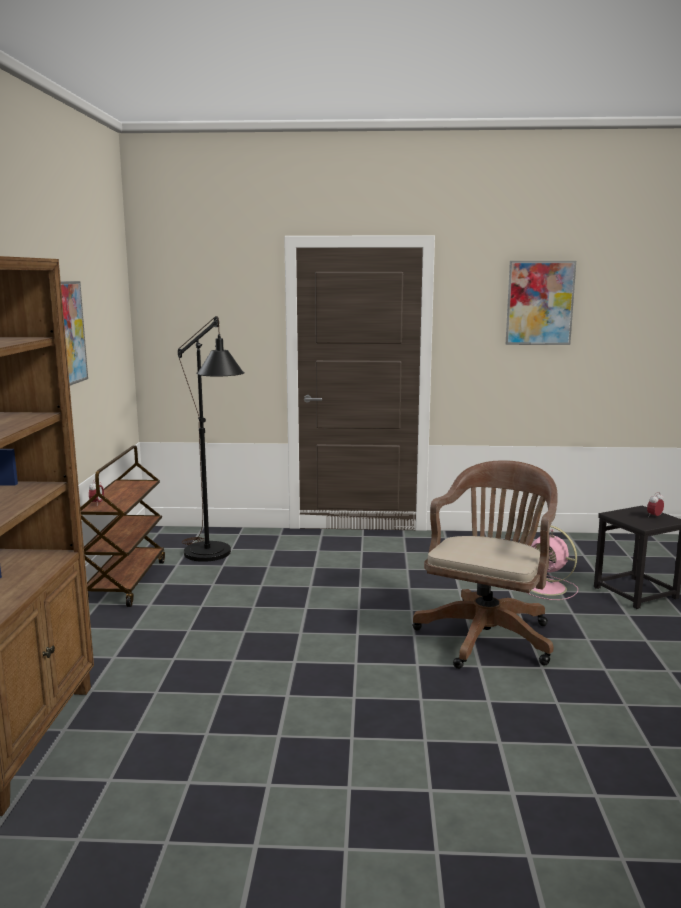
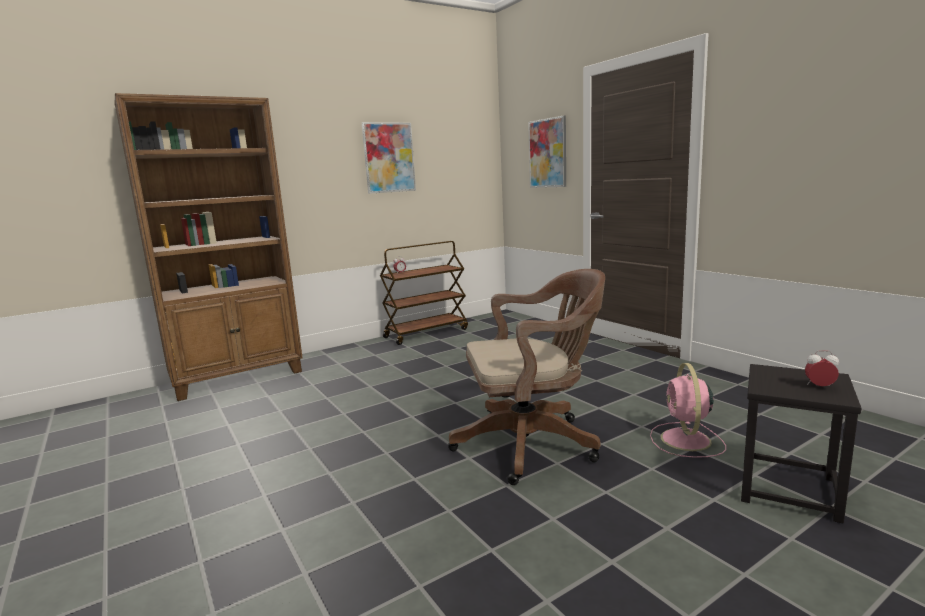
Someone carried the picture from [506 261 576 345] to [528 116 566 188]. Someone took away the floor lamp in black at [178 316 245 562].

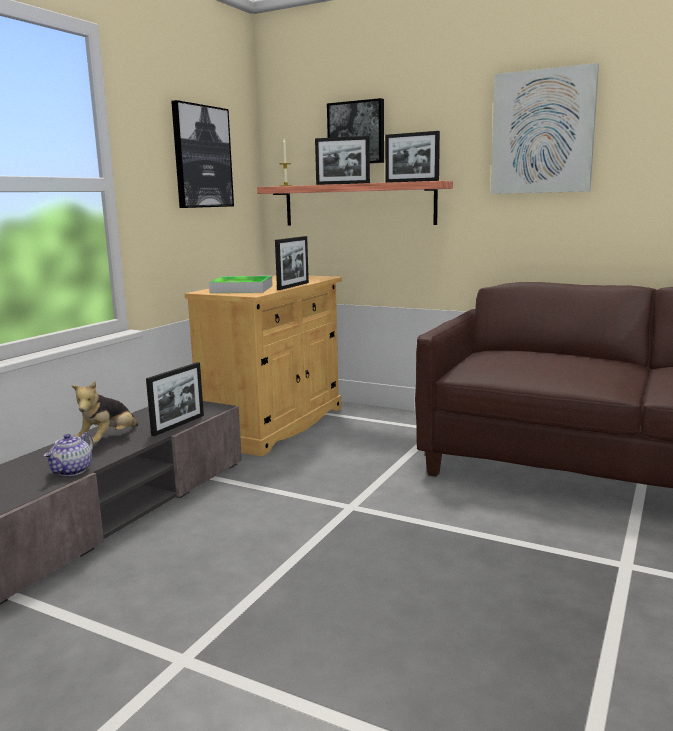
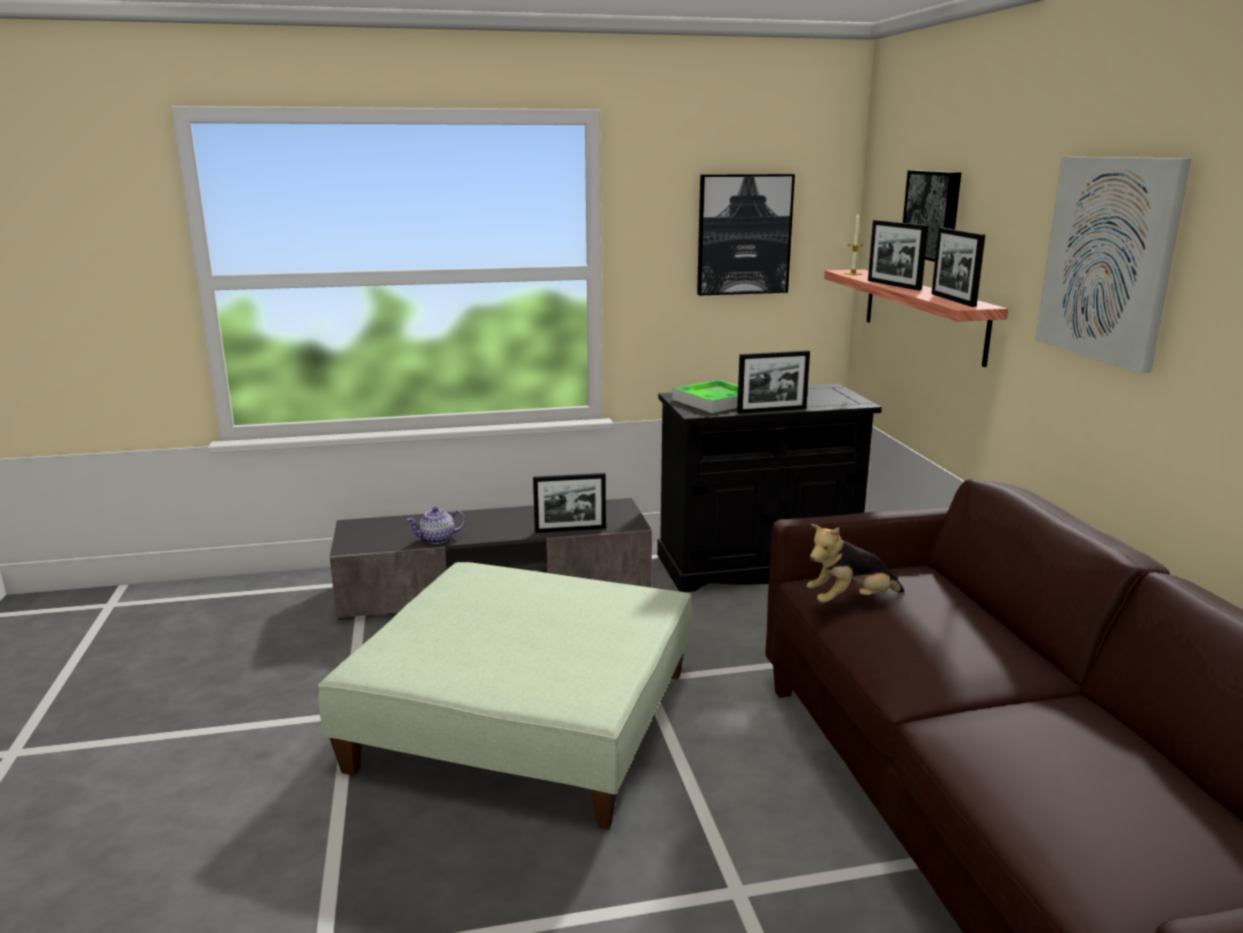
Someone repainted the cabinet in beige at [185 275 342 456], which became the cabinet in black at [657 384 882 592]. Someone carried the plush toy from [72 381 138 444] to [807 524 904 603]. Someone put down the ottoman in green at [318 562 692 829].

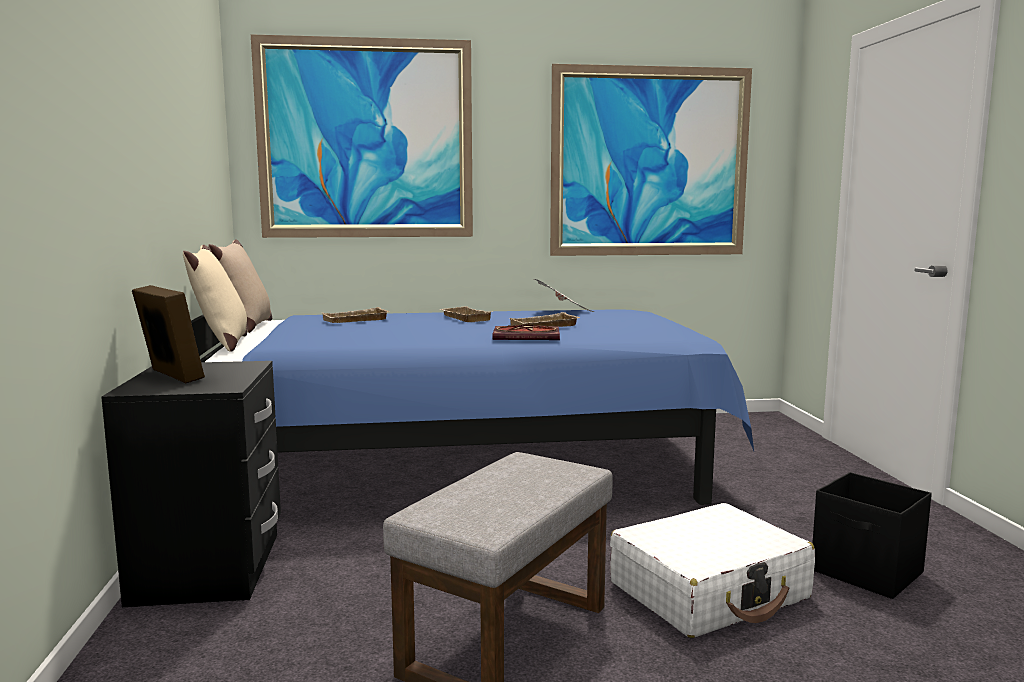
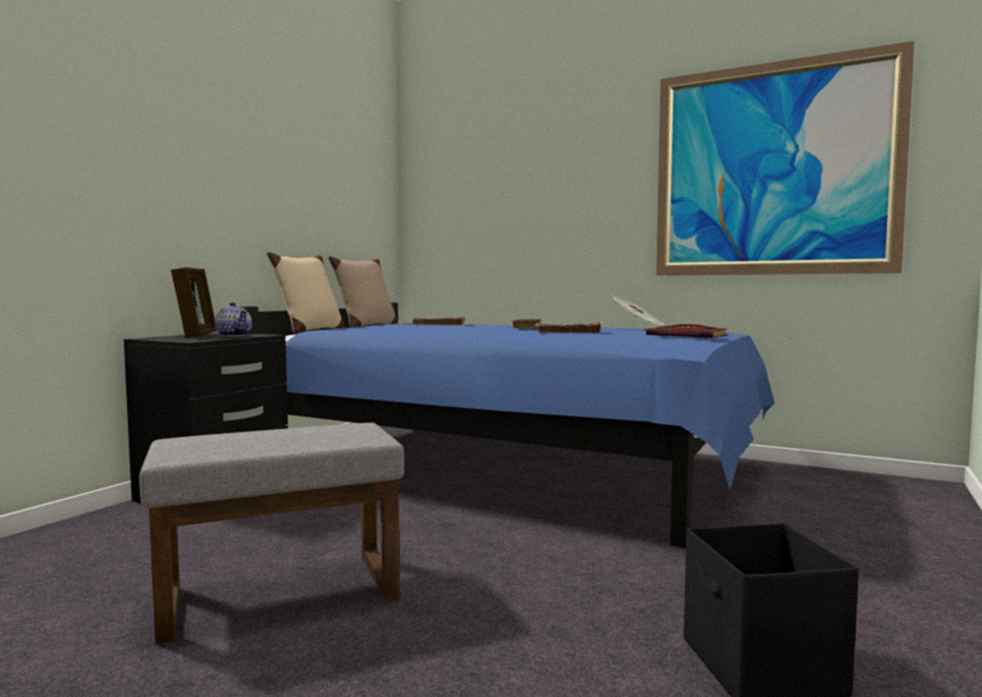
Someone took away the picture at [251 34 473 238]. Someone carried the book from [493 325 560 340] to [646 324 728 338]. Someone took away the suitcase in white at [610 503 815 638]. Someone put down the teapot at [215 302 252 337].

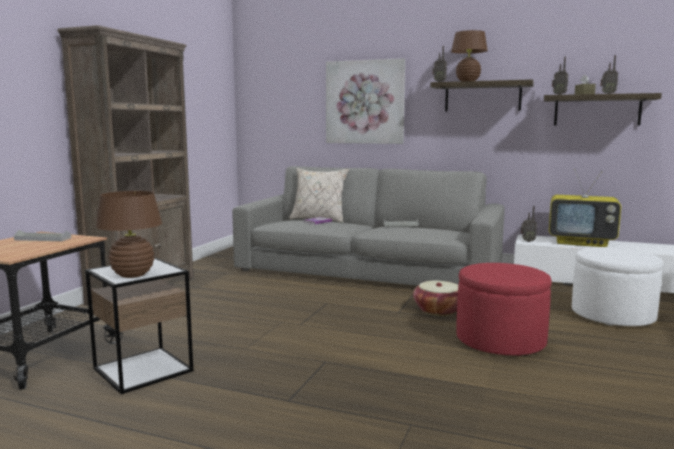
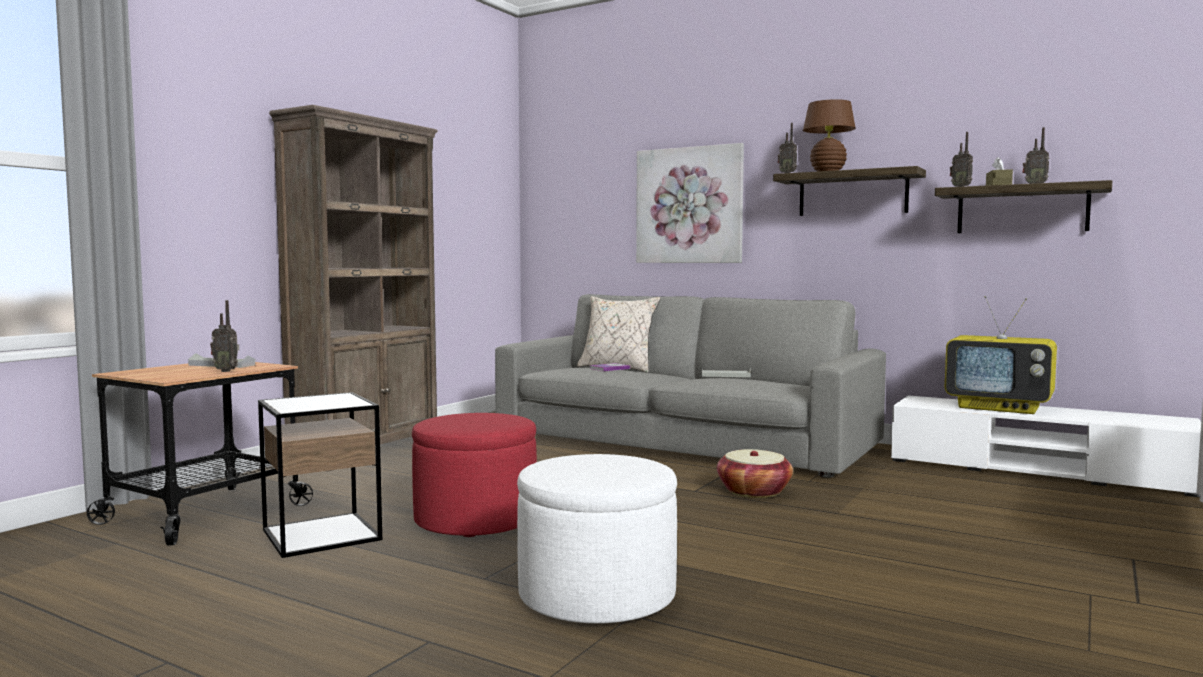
Someone took away the table lamp in brown at [96 191 162 278]. Someone carried the radio from [521 206 537 242] to [210 300 239 372]. Someone carried the ottoman in white from [572 247 663 326] to [517 454 677 624]. Someone carried the ottoman in red from [456 263 552 356] to [412 413 537 537].

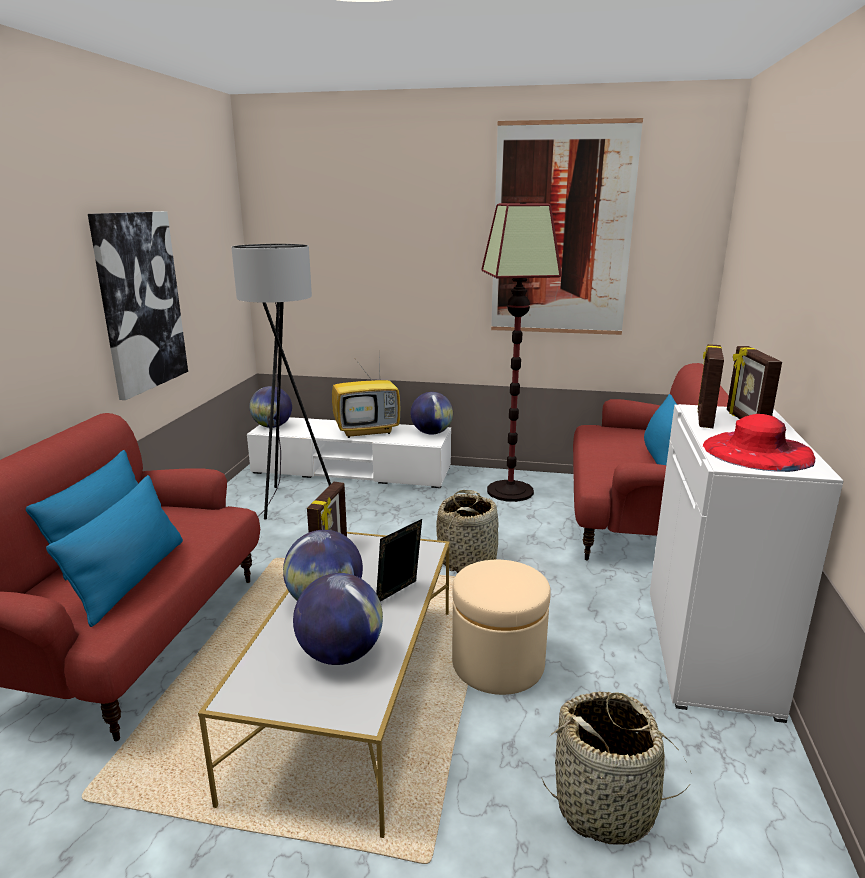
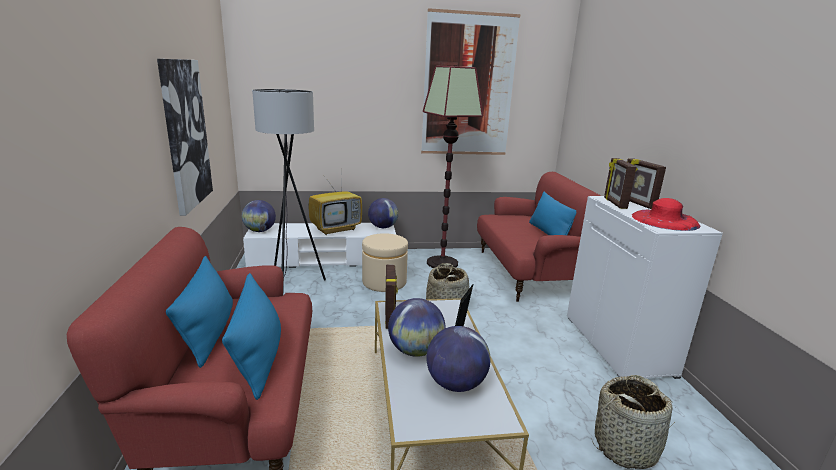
Someone carried the ottoman in beige from [452 560 551 695] to [362 233 408 292].

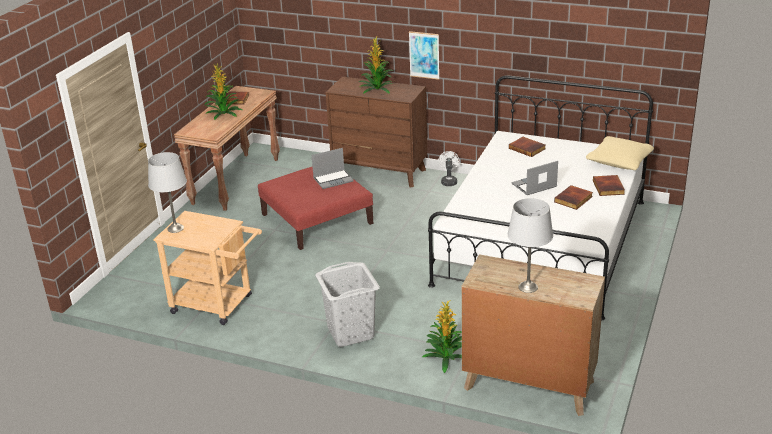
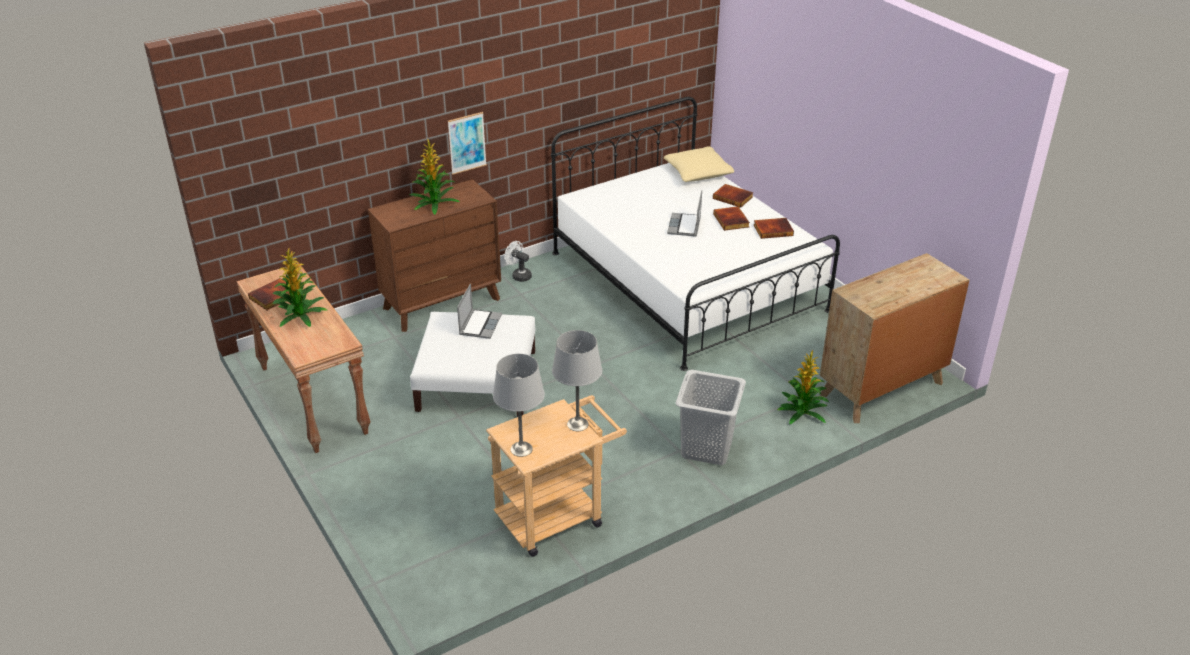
Someone carried the book from [509 137 545 157] to [754 218 794 239]. Someone repainted the ottoman in red at [258 167 373 250], which became the ottoman in white at [410 312 535 416]. Someone carried the table lamp in grey from [507 198 553 293] to [552 330 602 431].

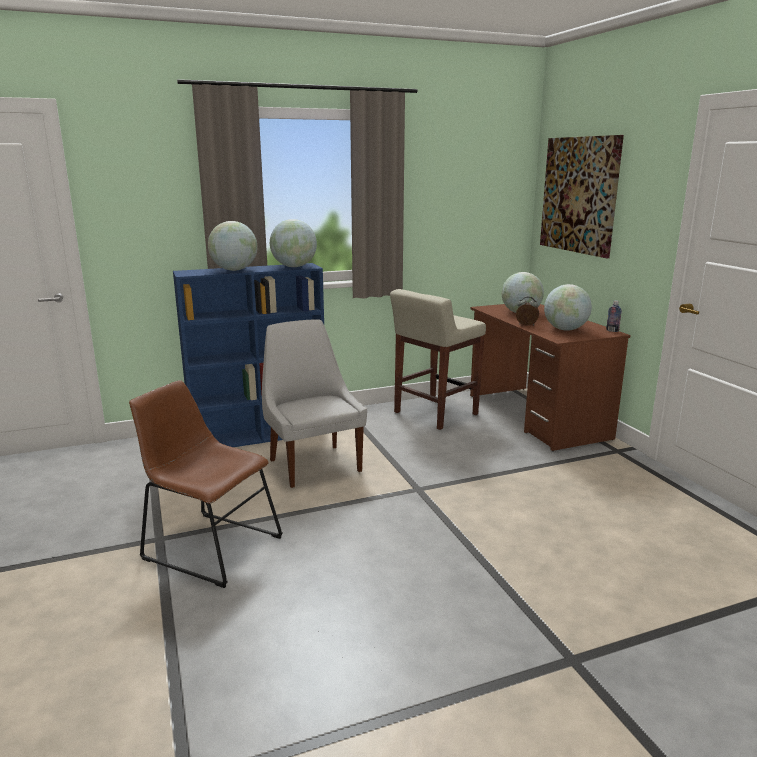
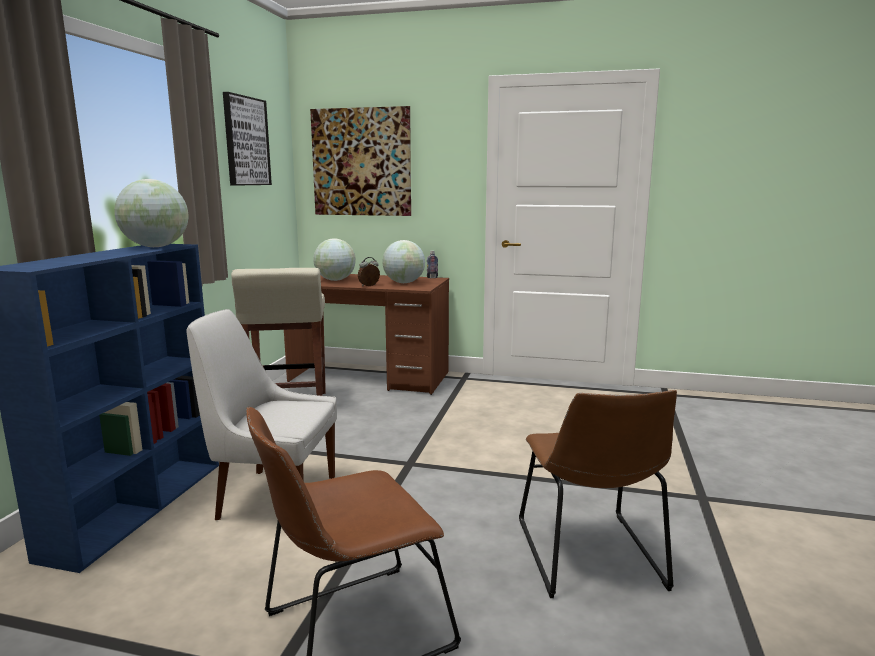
Someone took away the globe at [208 221 257 271]. Someone put up the picture at [223 92 272 186]. Someone put down the chair in brown at [519 390 677 598].

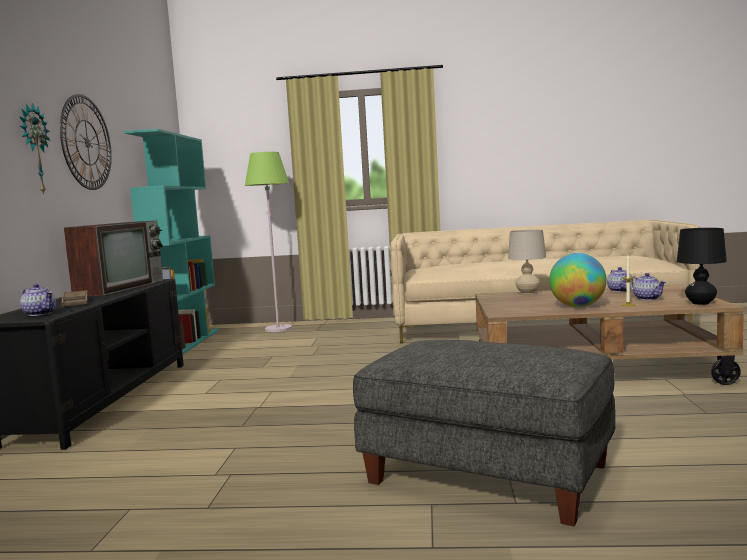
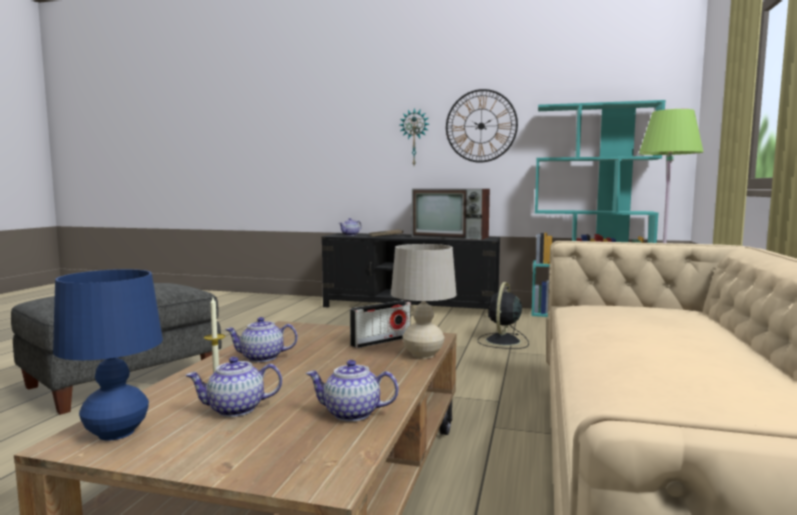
Someone repainted the table lamp in black at [677 228 727 305], which became the table lamp in blue at [53 269 163 441]. Someone swapped the globe at [549 253 607 307] for the teapot at [225 317 298 362]. Someone put down the fan in black at [478 282 529 349]. Someone put down the radio at [350 300 411 348].

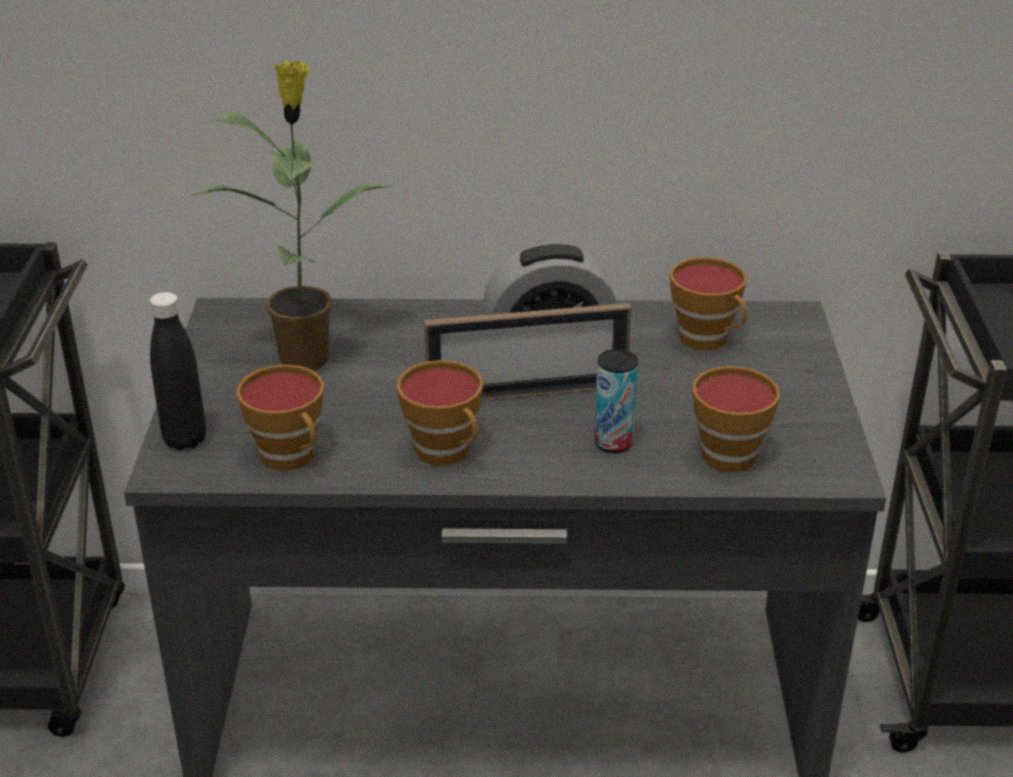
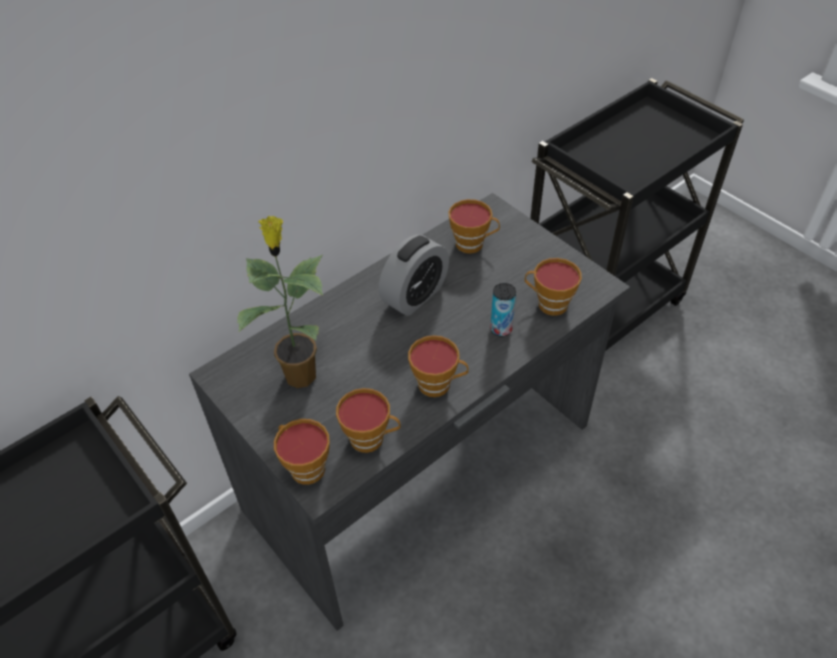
Someone swapped the bottle in black at [149 292 206 450] for the cup at [274 419 330 485]. Someone took away the picture frame at [424 303 631 401].

